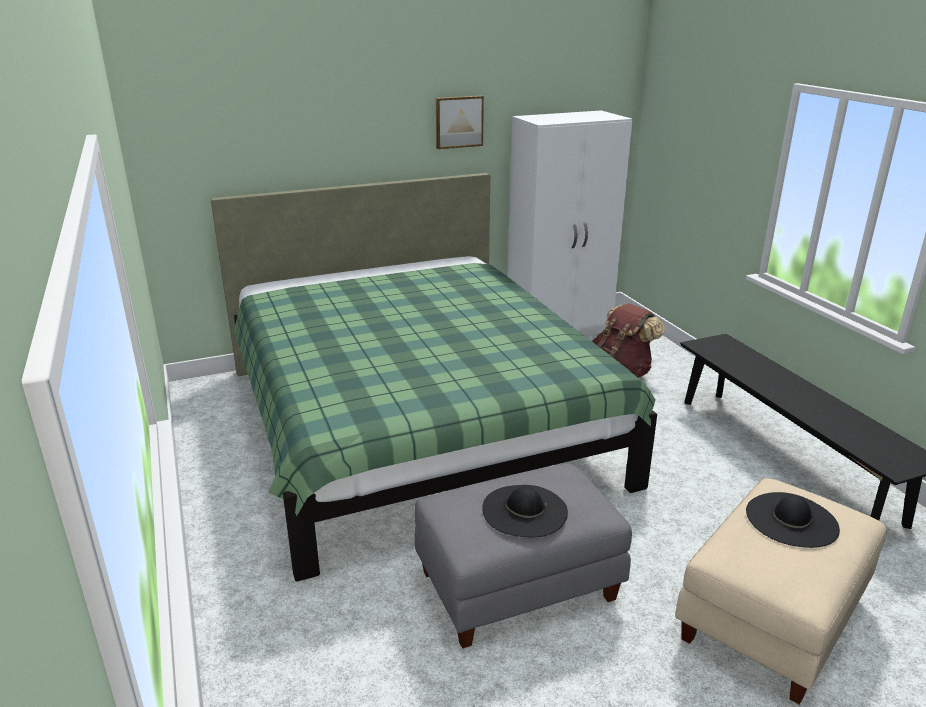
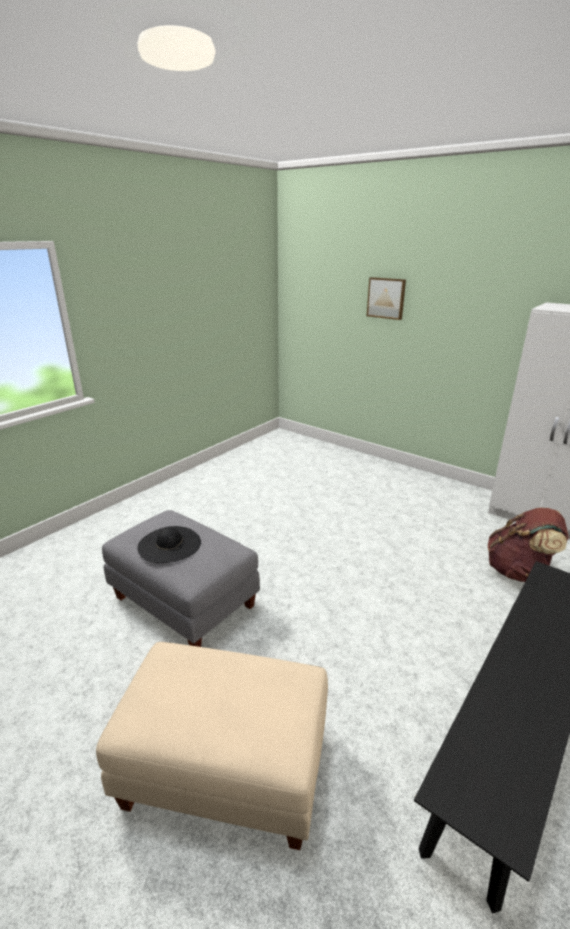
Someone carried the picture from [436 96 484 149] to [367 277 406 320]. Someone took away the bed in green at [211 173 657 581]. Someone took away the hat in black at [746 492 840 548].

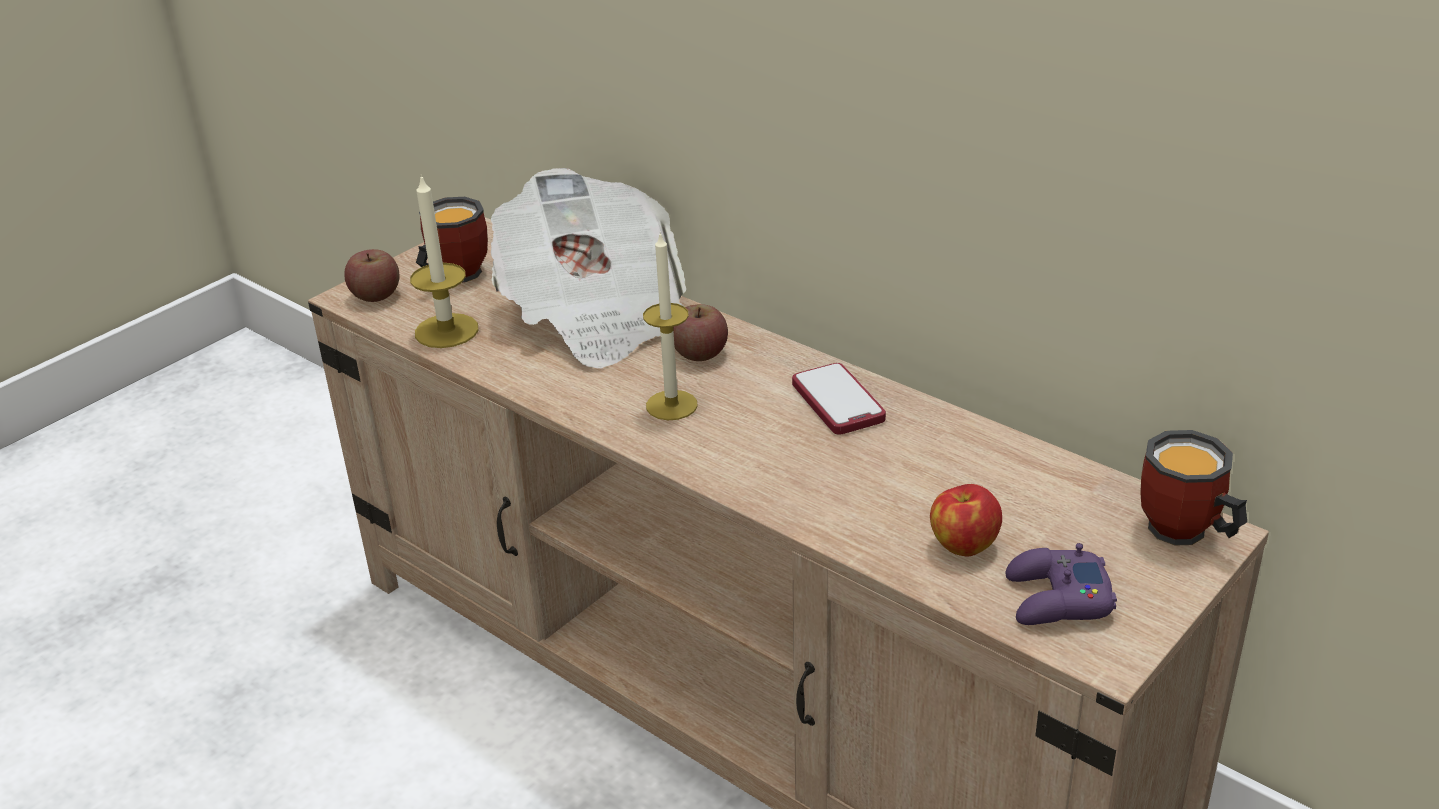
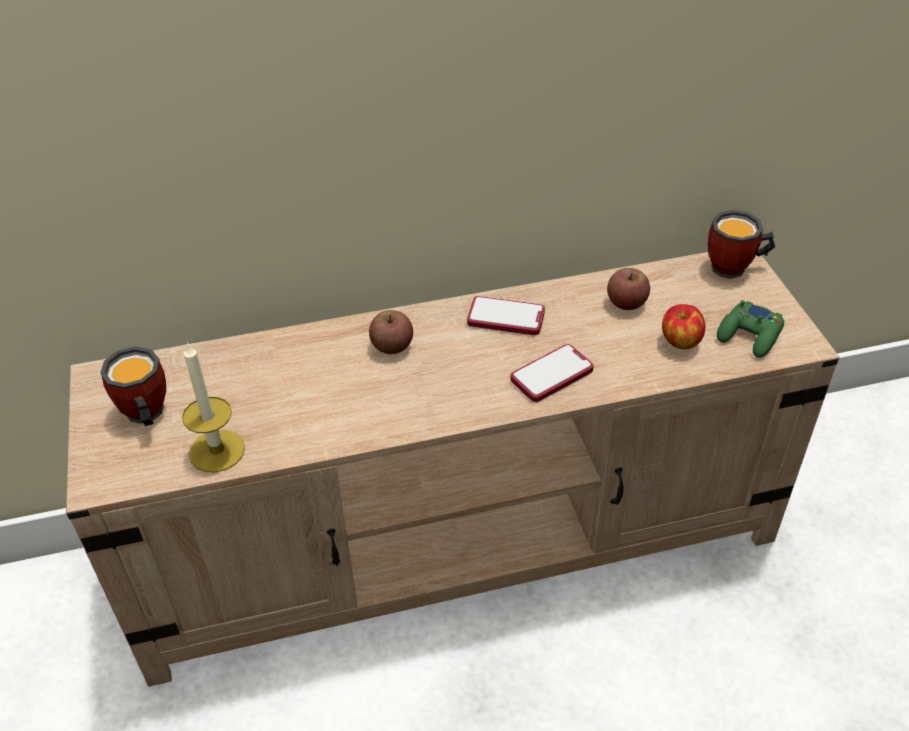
Someone took away the newspaper at [491 168 686 369]. Someone took away the candle at [643 232 698 420]. Someone carried the apple from [344 249 399 302] to [607 268 650 310]. Someone repainted the game controller in purple at [1005 543 1117 625], which became the game controller in green at [717 300 784 358]. Someone put down the phone at [510 344 594 402].

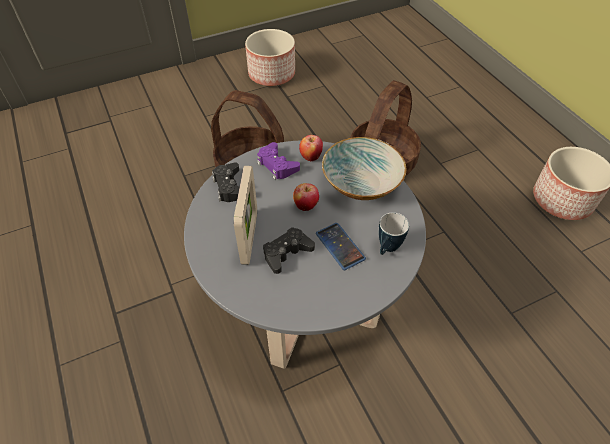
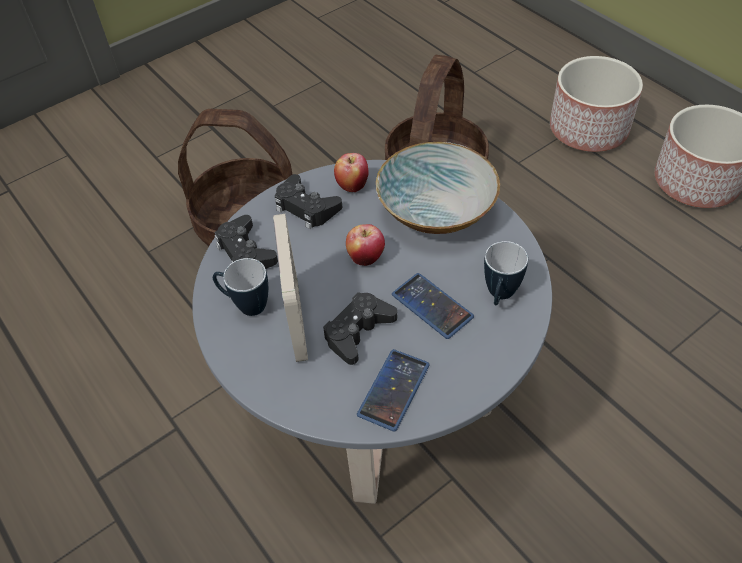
Someone carried the planter from [245 29 295 86] to [550 56 643 152]. Someone repainted the game controller in purple at [257 142 300 180], which became the game controller in black at [275 174 342 229]. Someone put down the mug at [213 258 268 316]. Someone put down the phone at [357 349 429 432].

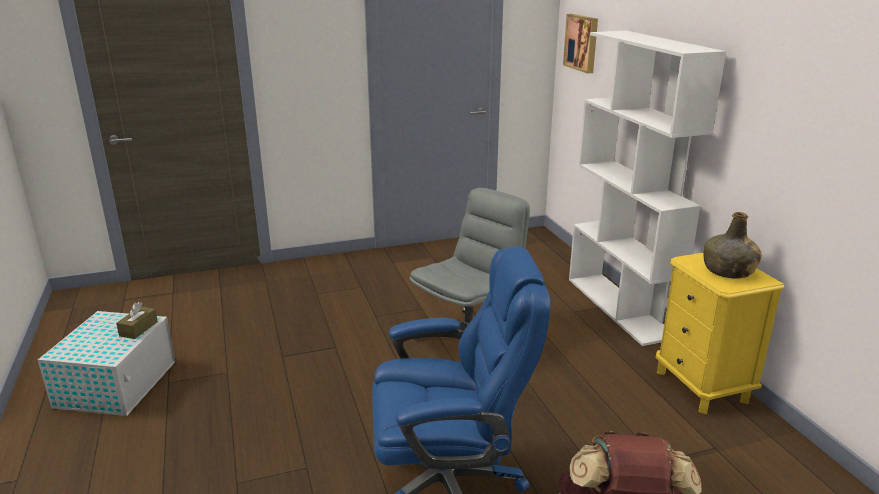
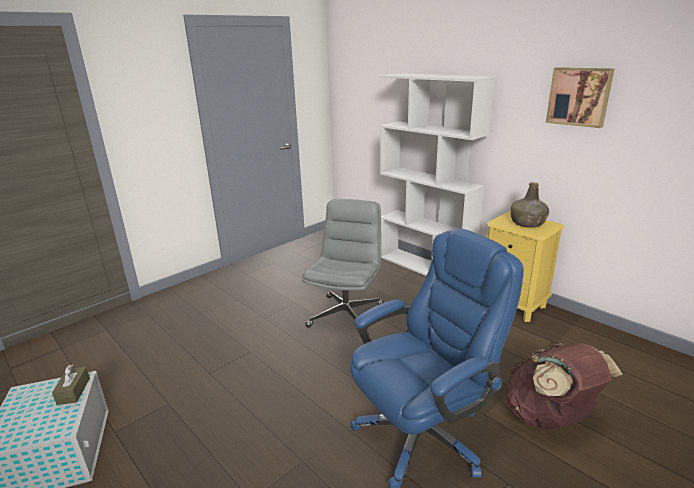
Someone carried the picture from [563 14 598 74] to [546 67 615 128].

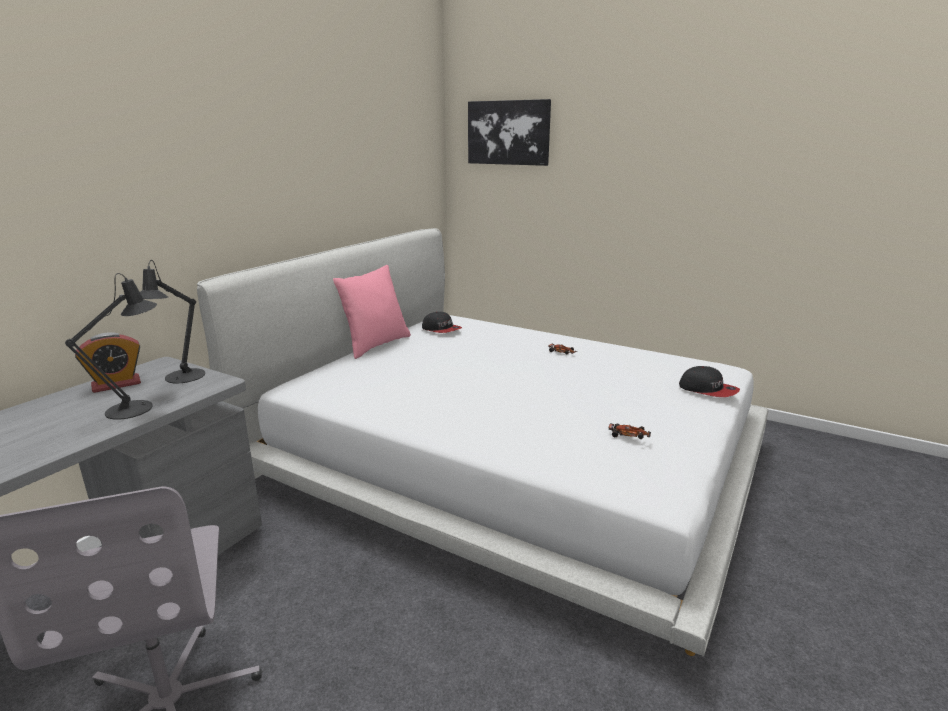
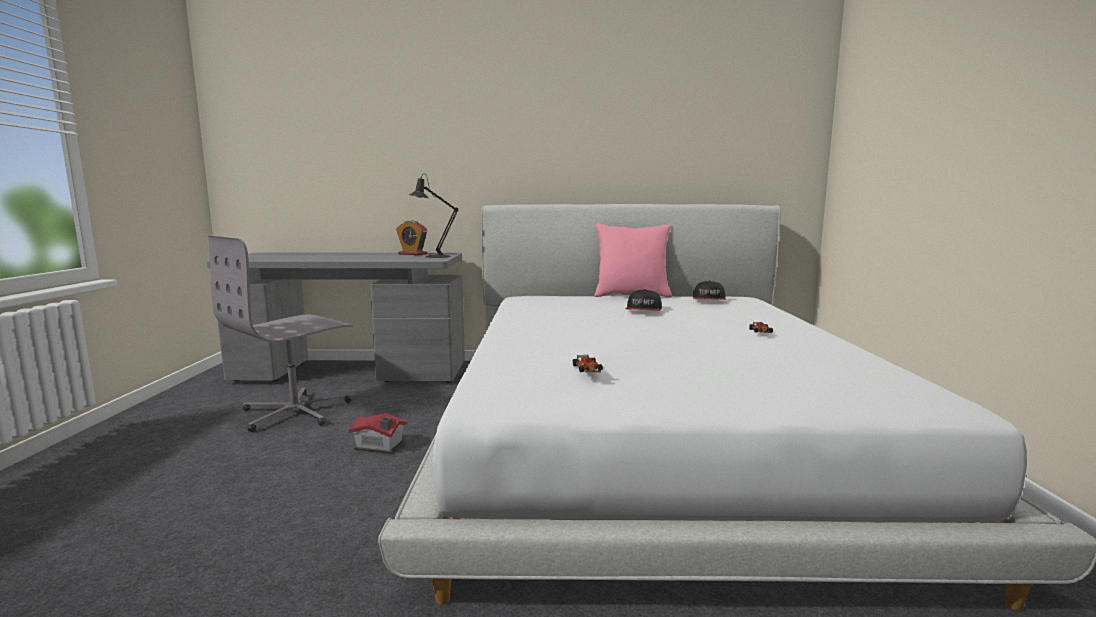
Someone took away the picture at [468 99 551 166]. Someone took away the table lamp in black at [65 273 157 420]. Someone carried the cap from [679 366 740 397] to [625 289 662 311]. Someone put down the toy house at [349 413 407 454].

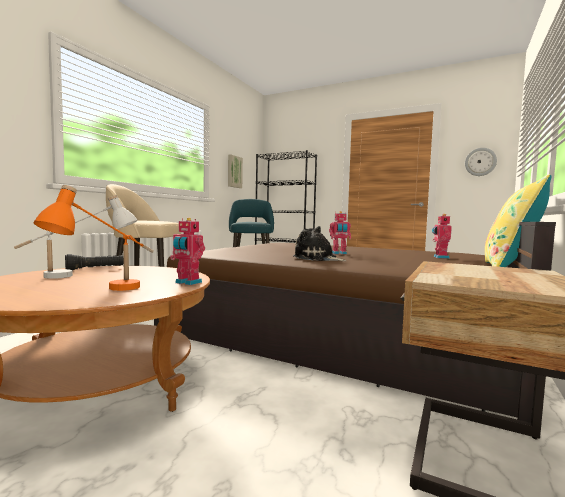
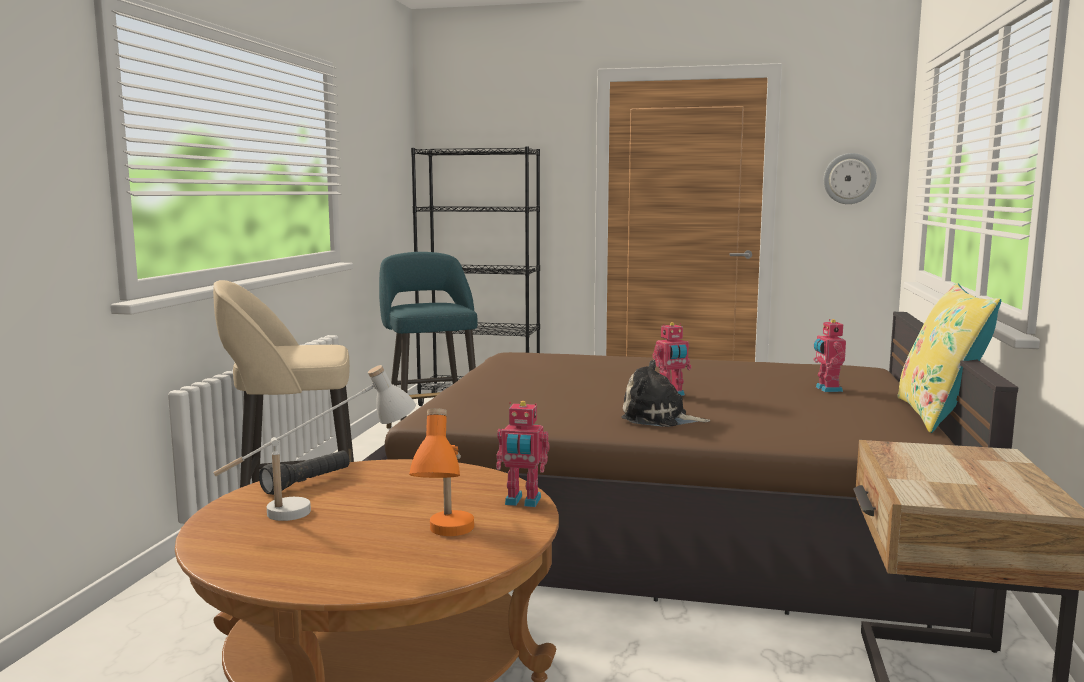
Someone took away the picture at [228 154 243 188].

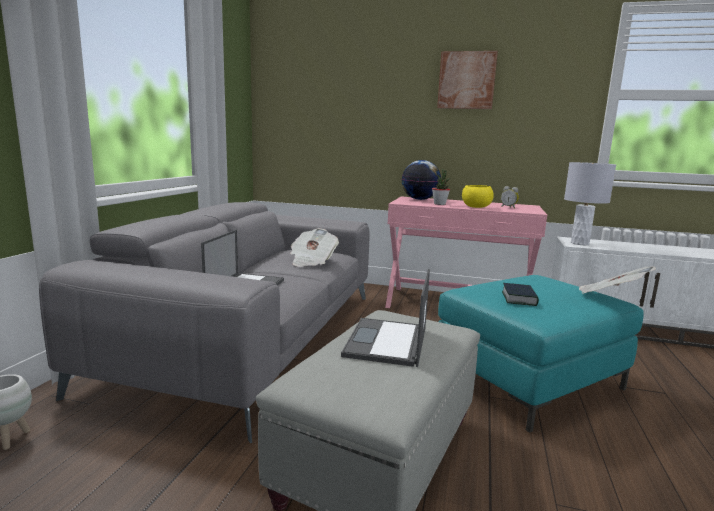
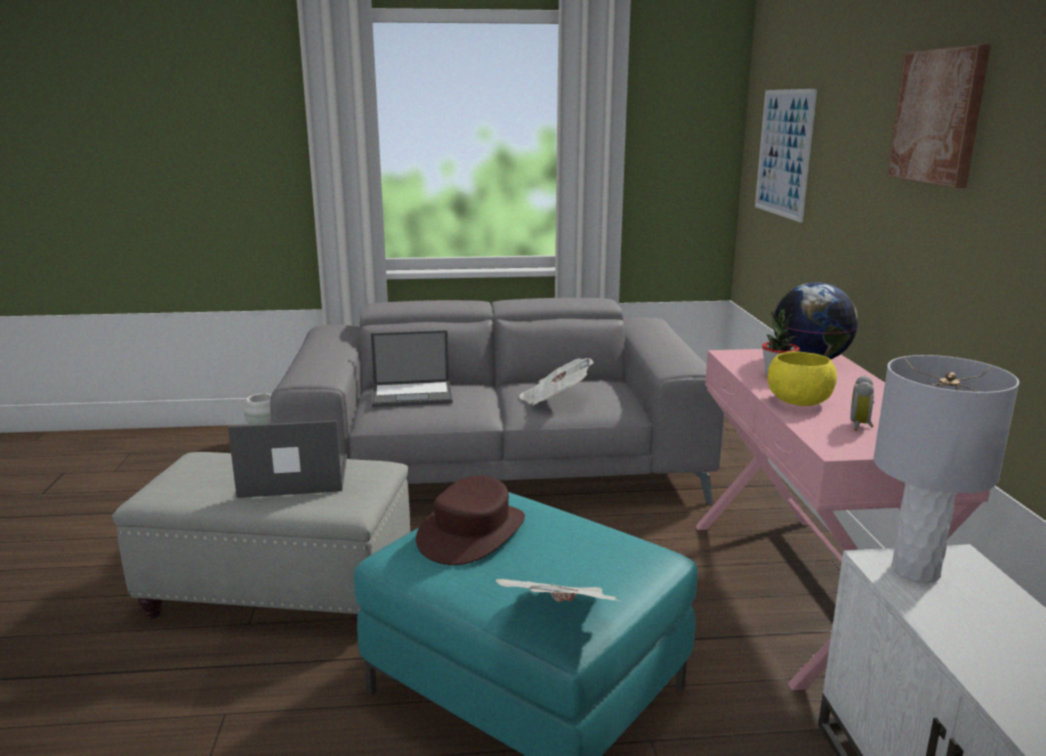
Someone swapped the book at [502 283 539 306] for the hat in brown at [416 476 525 565]. Someone put up the picture at [755 89 817 222].

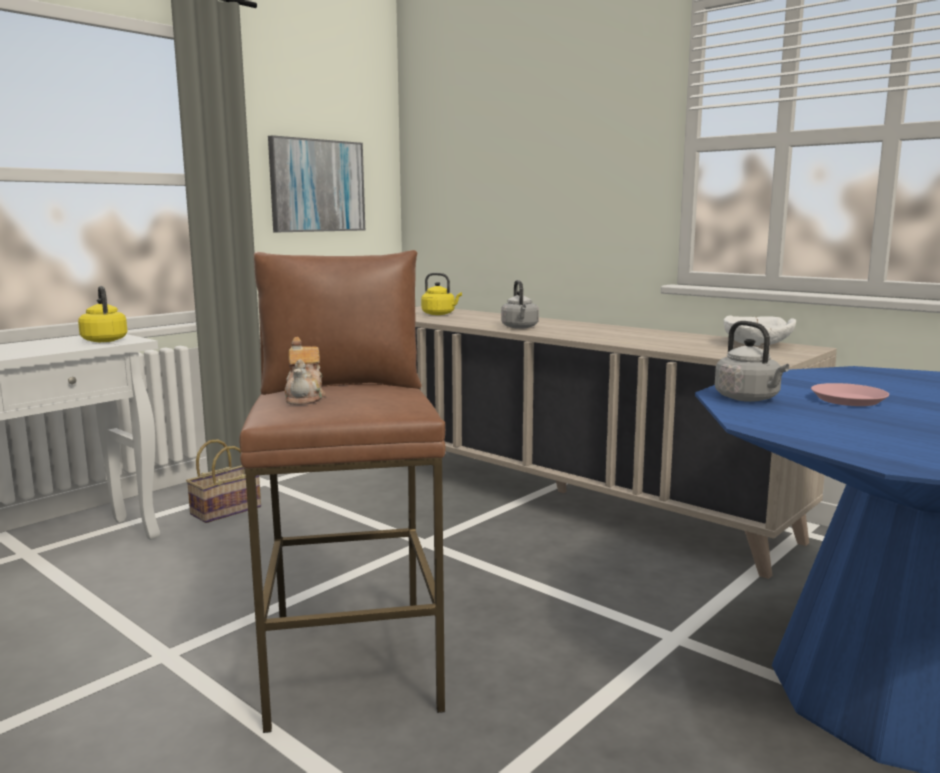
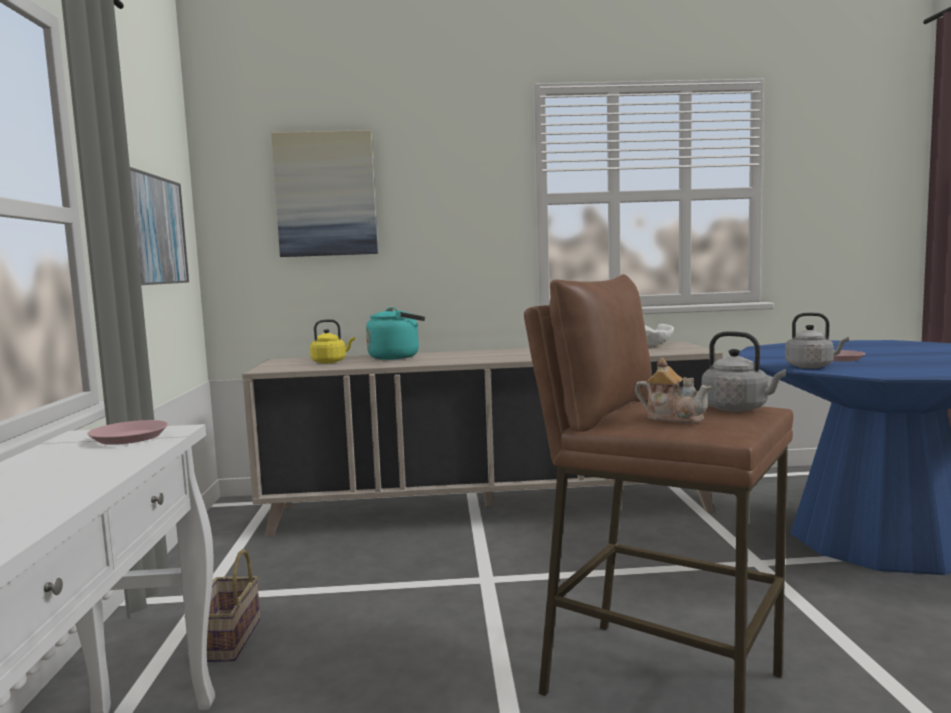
Someone carried the kettle in grey from [501 280 539 329] to [701 331 786 412]. Someone swapped the kettle in yellow at [78 286 127 342] for the plate in pink at [87 420 168 445]. Someone put up the picture at [271 130 378 257]. Someone put down the kettle in turquoise at [366 307 425 360].

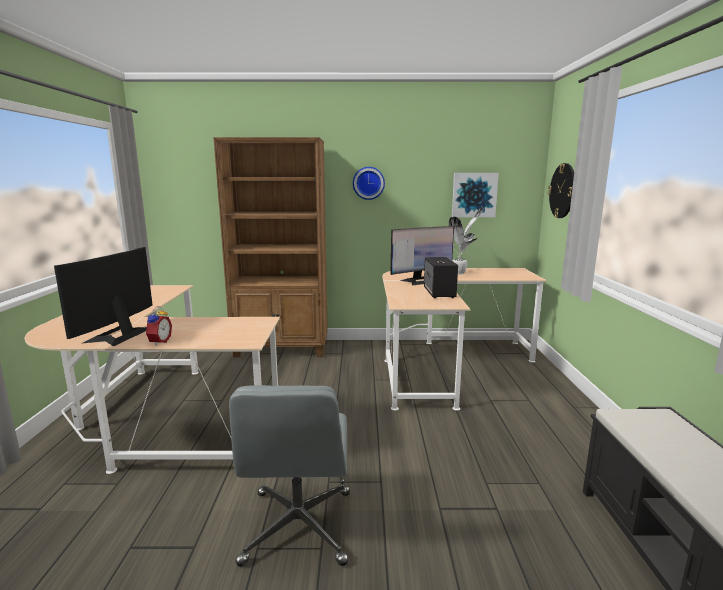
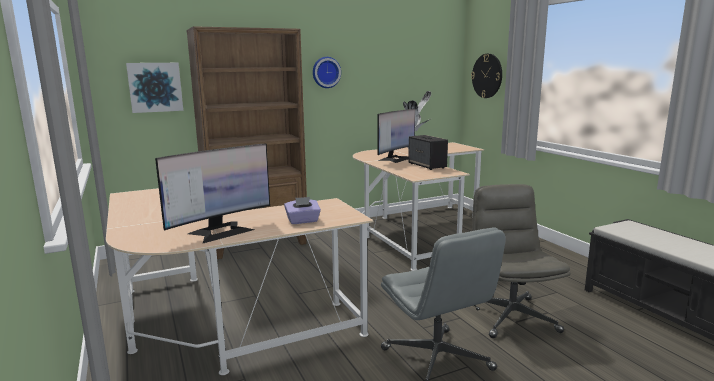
Someone carried the picture from [452 173 499 217] to [126 63 183 113]. Someone rotated the monitor at [54 247 153 347] by 120 degrees counterclockwise. Someone took away the alarm clock at [146 306 172 346]. Someone put down the office chair in grey at [472 184 571 338]. Someone put down the tissue box in purple at [284 197 321 224].

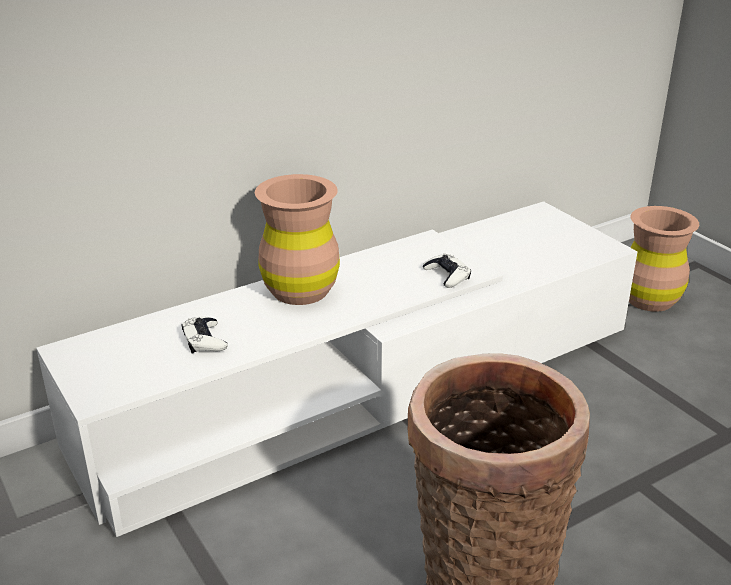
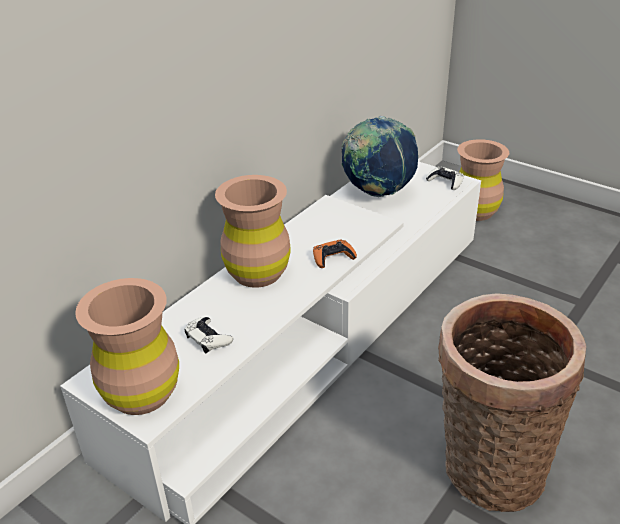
Someone carried the game controller in white from [423 254 471 288] to [426 167 464 190]. Someone put down the globe at [341 116 418 197]. Someone put down the game controller in orange at [313 240 357 268]. Someone put down the vase in brown at [75 278 179 415].

